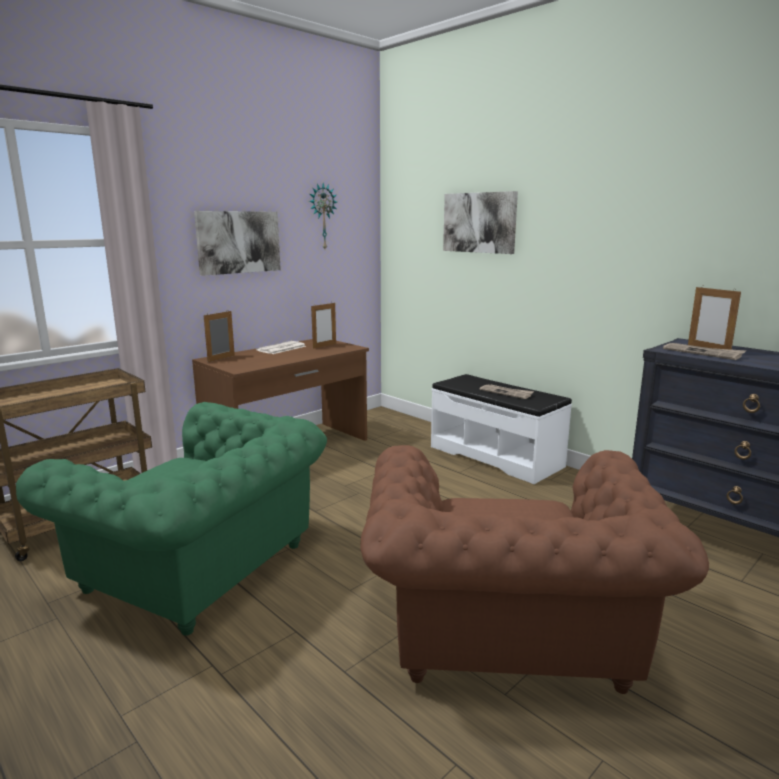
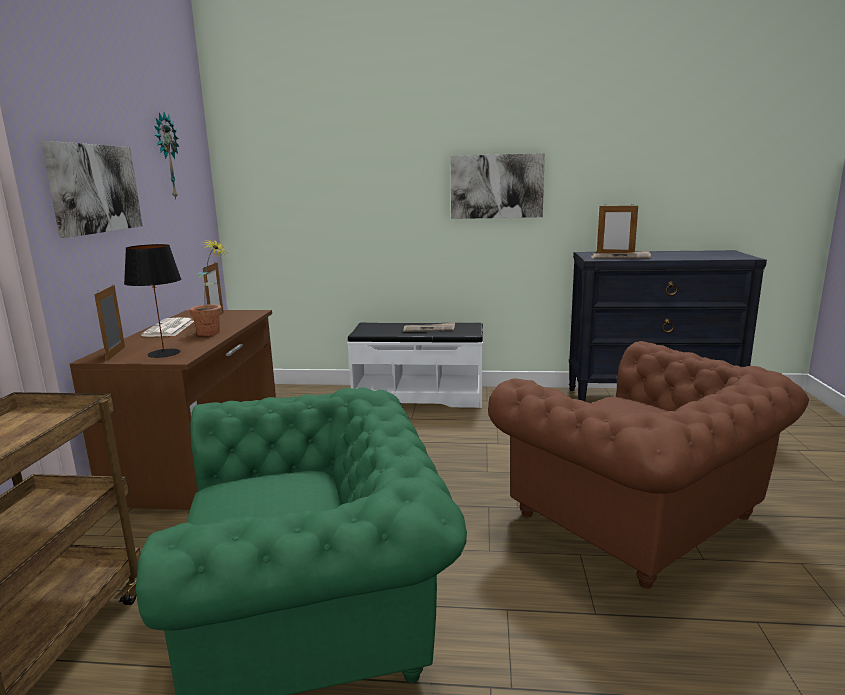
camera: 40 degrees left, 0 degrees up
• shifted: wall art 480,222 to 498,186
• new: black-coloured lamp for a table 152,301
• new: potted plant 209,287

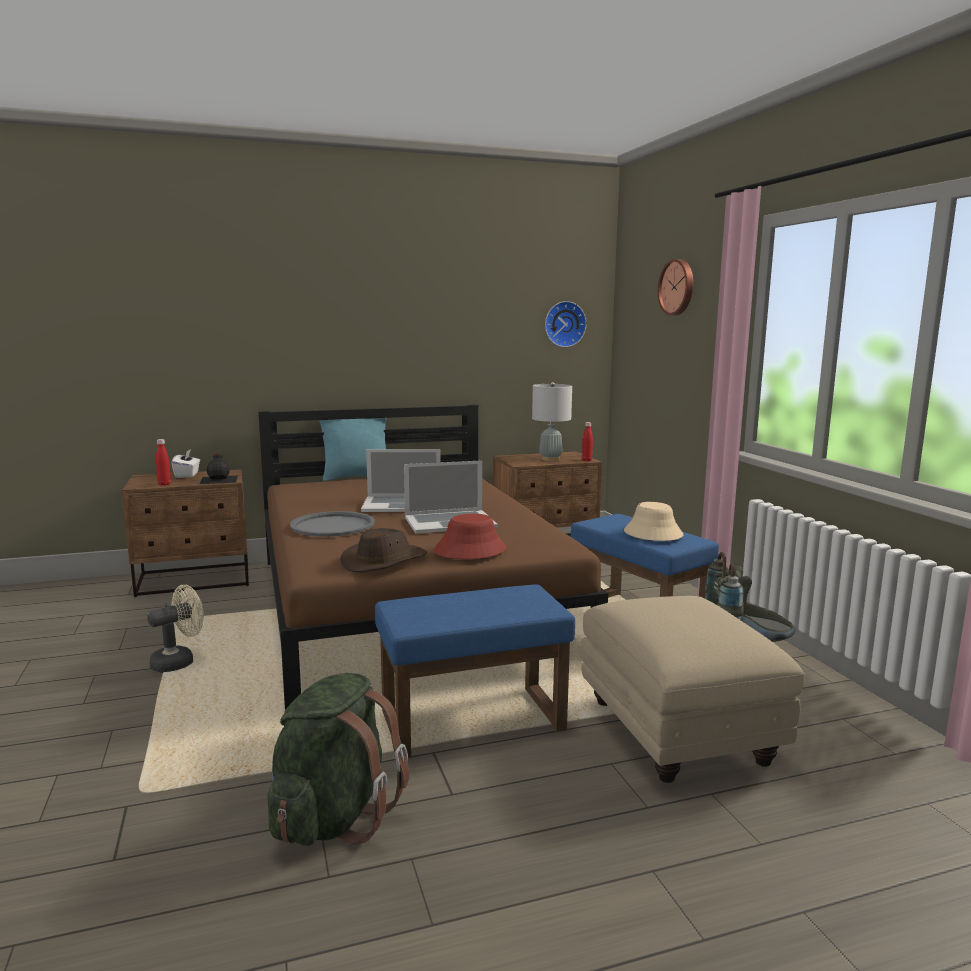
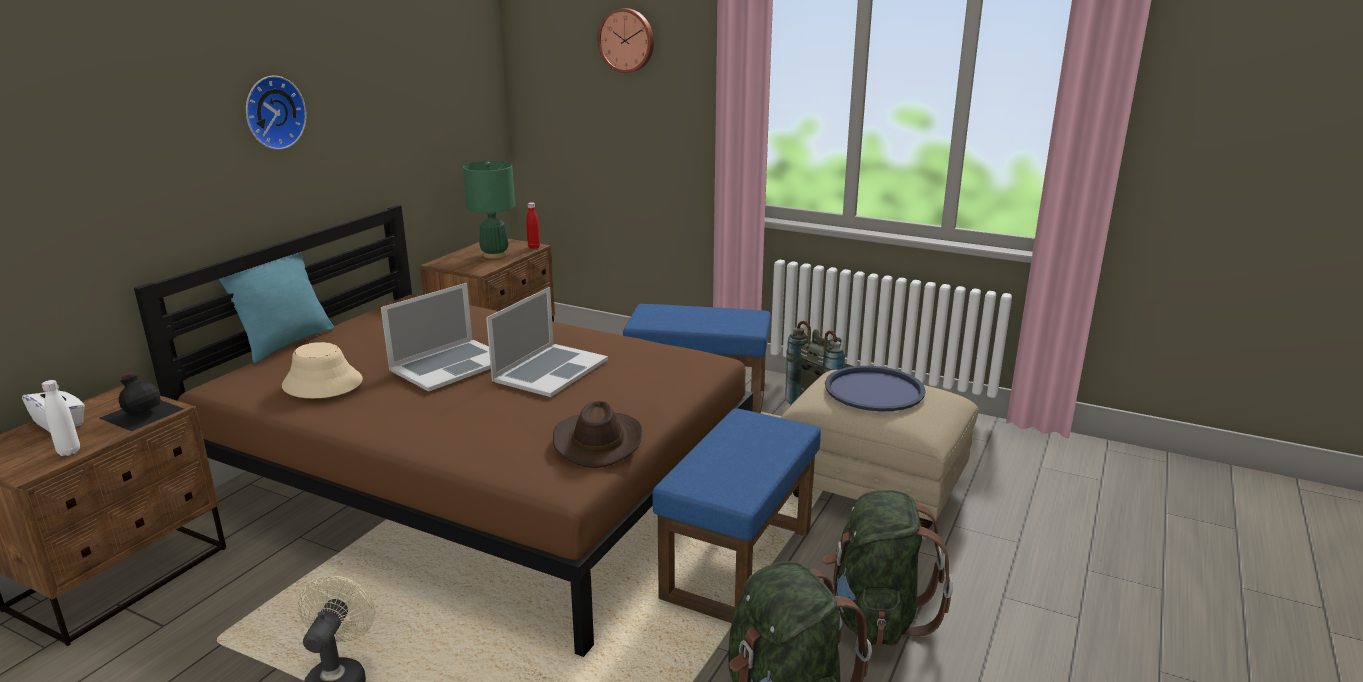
camera: 45 degrees left, 10 degrees up
• repainted: reddish drink bottle 163,462 to whitish drink bottle 60,418
• gone: grey tray 332,523
• gone: reddish hat 469,536
• repainted: grey lamp for a table 552,421 to green-coloured lamp for a table 489,210
• shifted: clock on the wall 566,324 to 276,113
• shifted: beige-coloured hat 653,521 to 322,370
• new: green-coloured knapsack 888,568
• new: blue tray 875,388

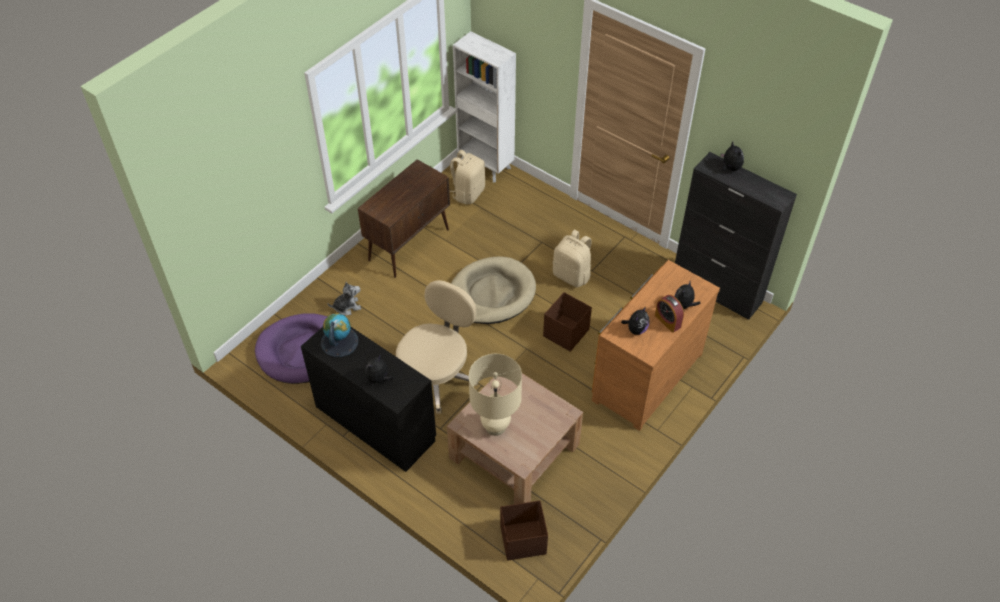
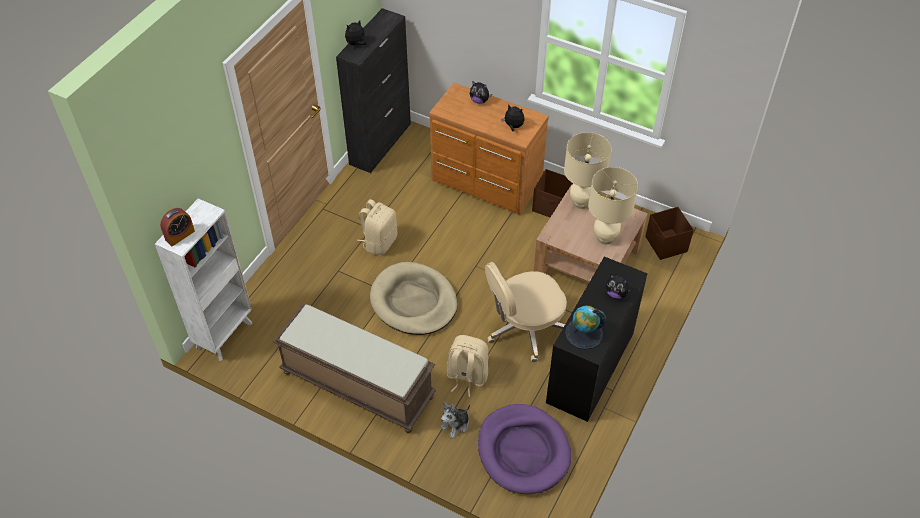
camera: 100 degrees left, 0 degrees up
• rotated: soft toy 344,298 = 455,420 105 degrees counterclockwise
• swapped: brownish cabinet 404,218 to brownish indoor bench 354,368
• rotated: beige-coloured computer chair 437,347 = 526,312 45 degrees counterclockwise
• shifted: beige-coloured knapsack 467,177 to 468,366
• shifted: brownish storage box 567,322 to 552,193
• shifted: table clock 669,314 to 177,227
• new: beige-coloured lamp for a table 588,170

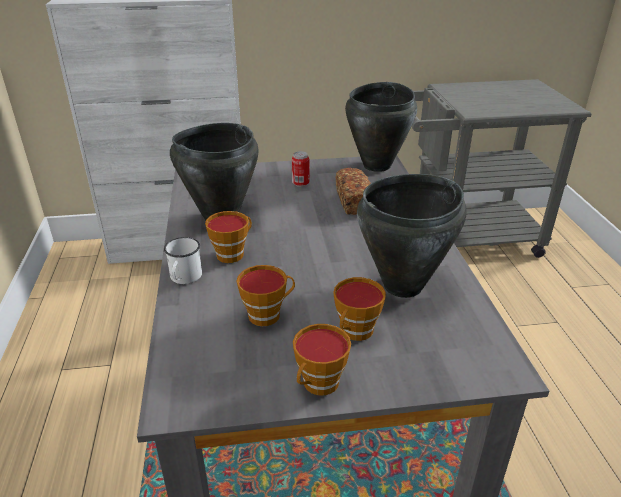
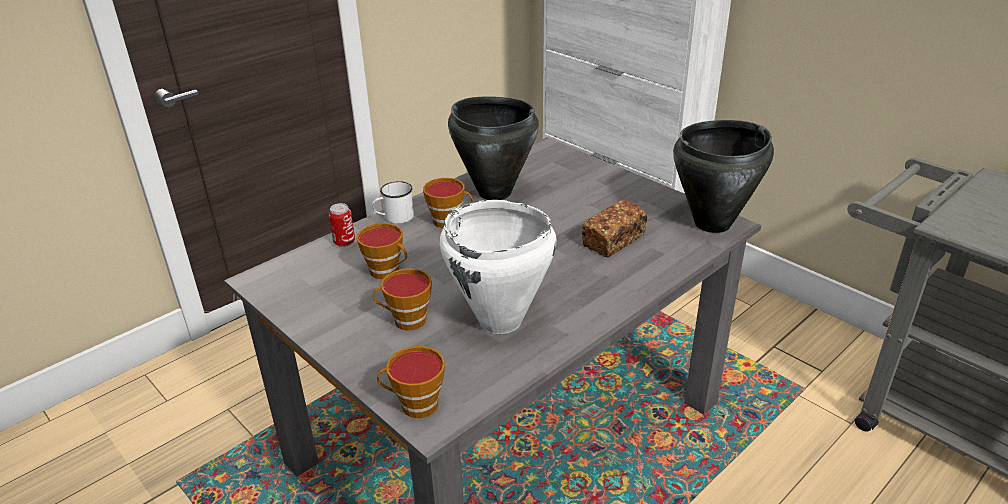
camera: 55 degrees right, 0 degrees up
• shifted: metal can 300,169 to 342,225
• shifted: drinking cup 322,360 to 411,382
• repainted: black-coloured saucepot 411,236 to whitish saucepot 498,267

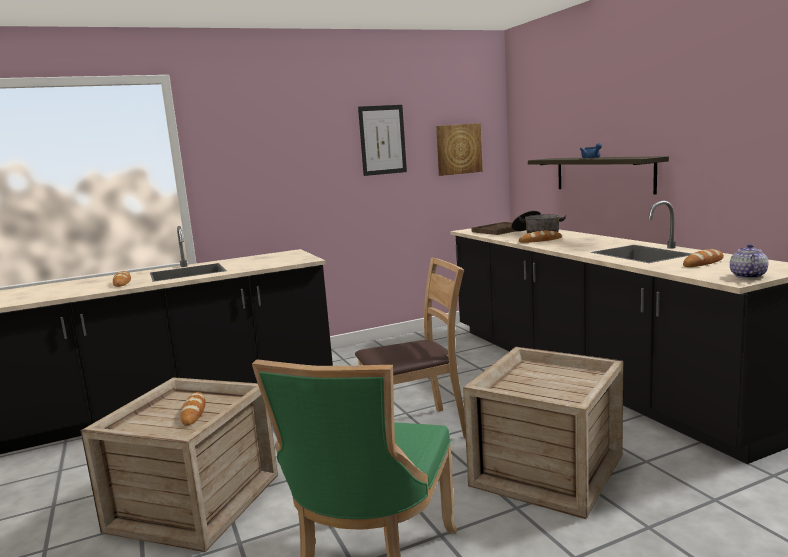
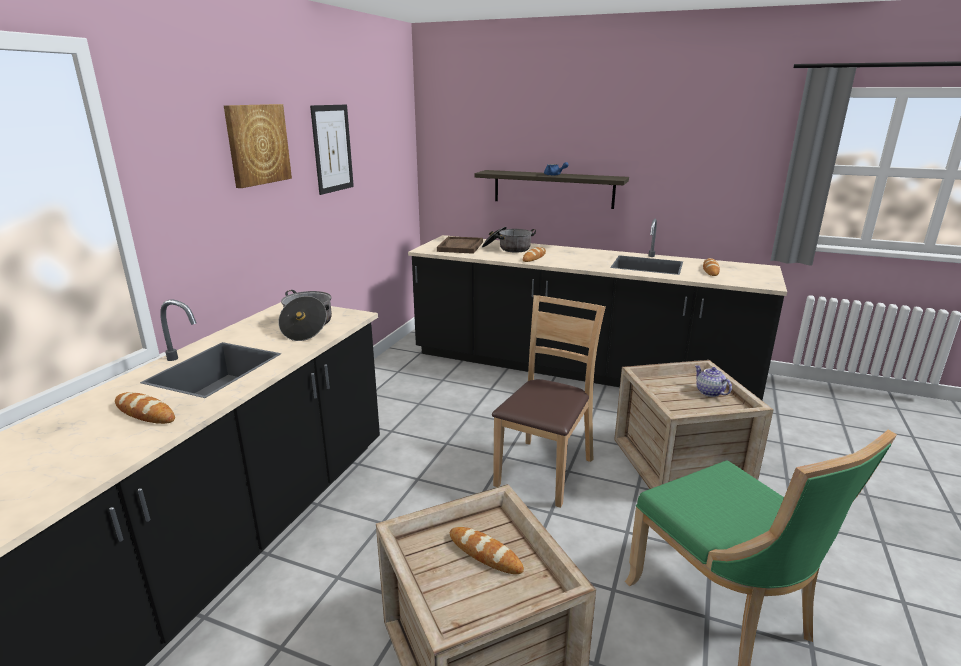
camera: 45 degrees left, 10 degrees up
• shifted: wall art 459,149 to 258,146
• shifted: teapot 749,261 to 713,381
• new: saucepot 305,315

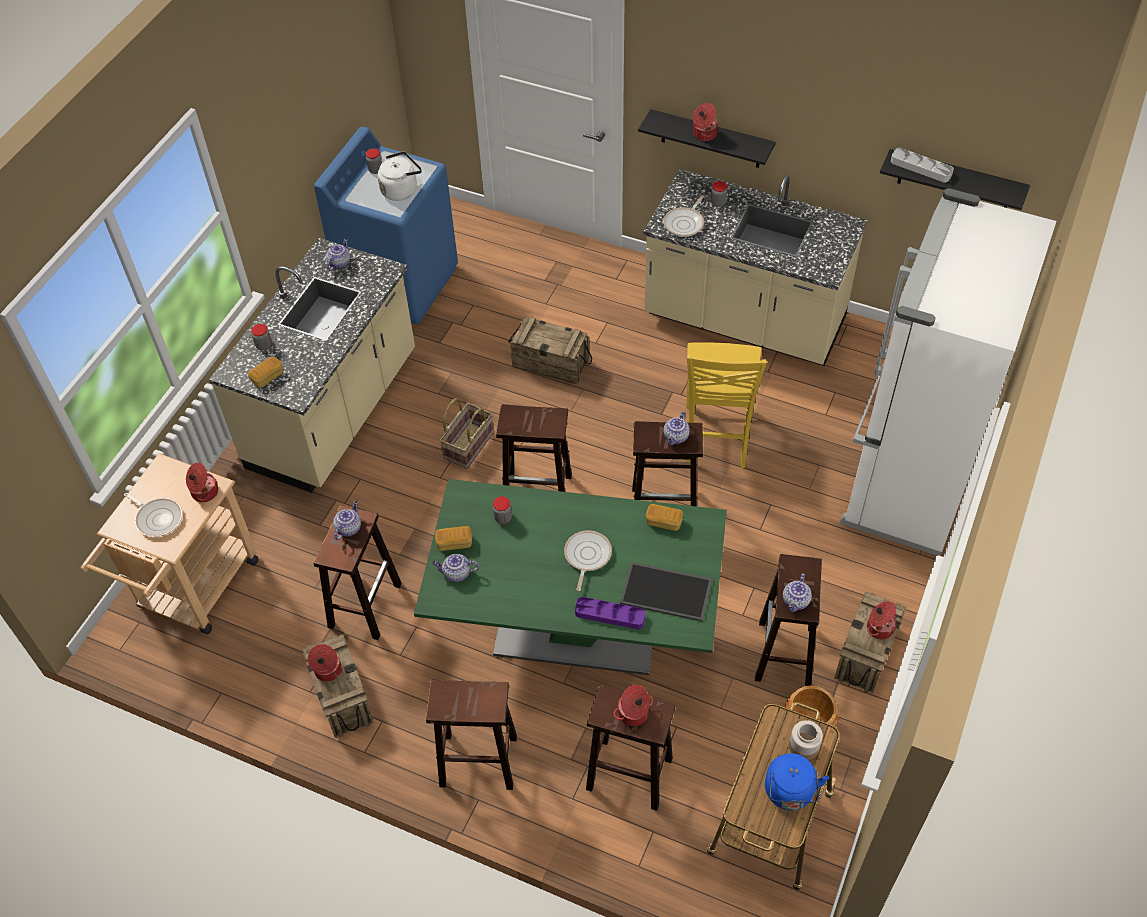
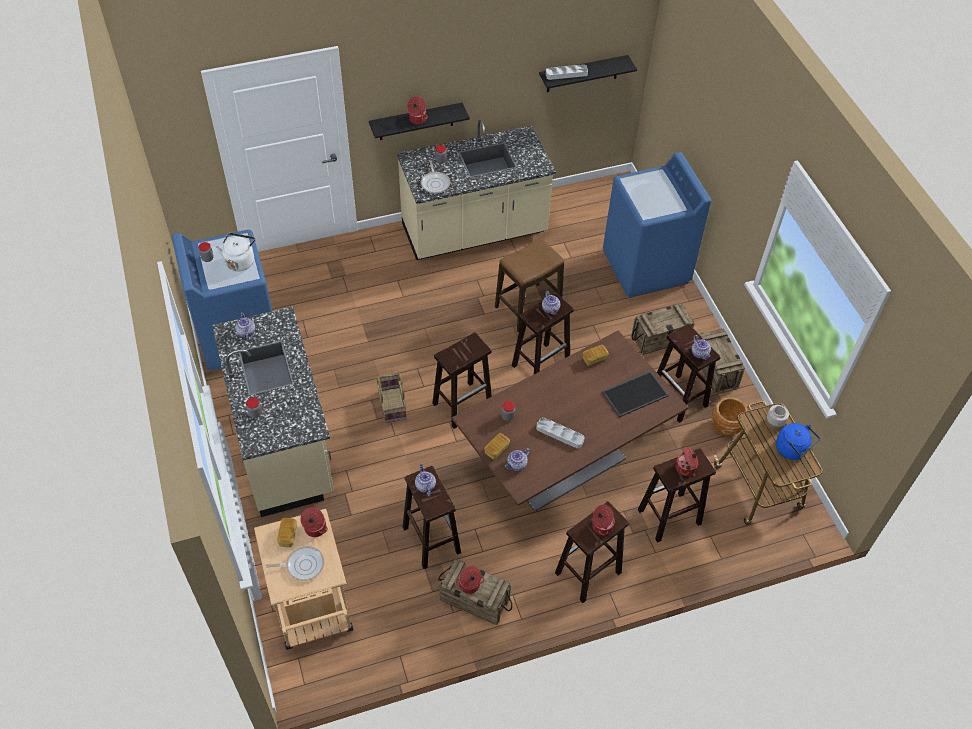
camera: 45 degrees left, 0 degrees up
• shifted: baked bread 265,372 to 287,532
• repainted: green-coloured kitchen table 570,577 to brownish kitchen table 570,421
• shifted: crate 550,350 to 663,329
• gone: frying pan 588,560
• gone: purple-coloured tray 610,613
• swapped: yellow-coloured upright chair 726,405 to stool 529,285
• swapped: whitish refrigerator 948,372 to blue laundry machine 657,225
• shifted: saucepot 882,620 to 604,520
• new: grey tray 560,432

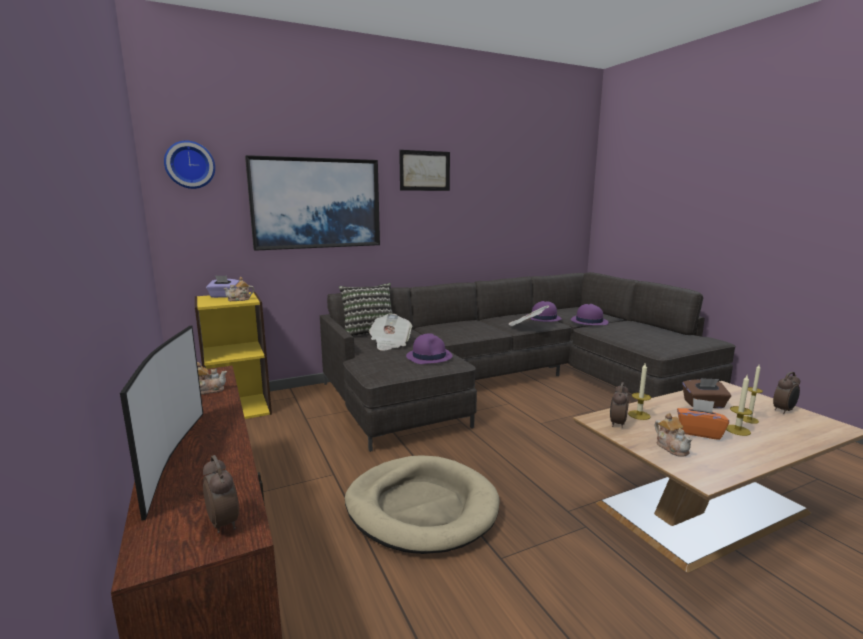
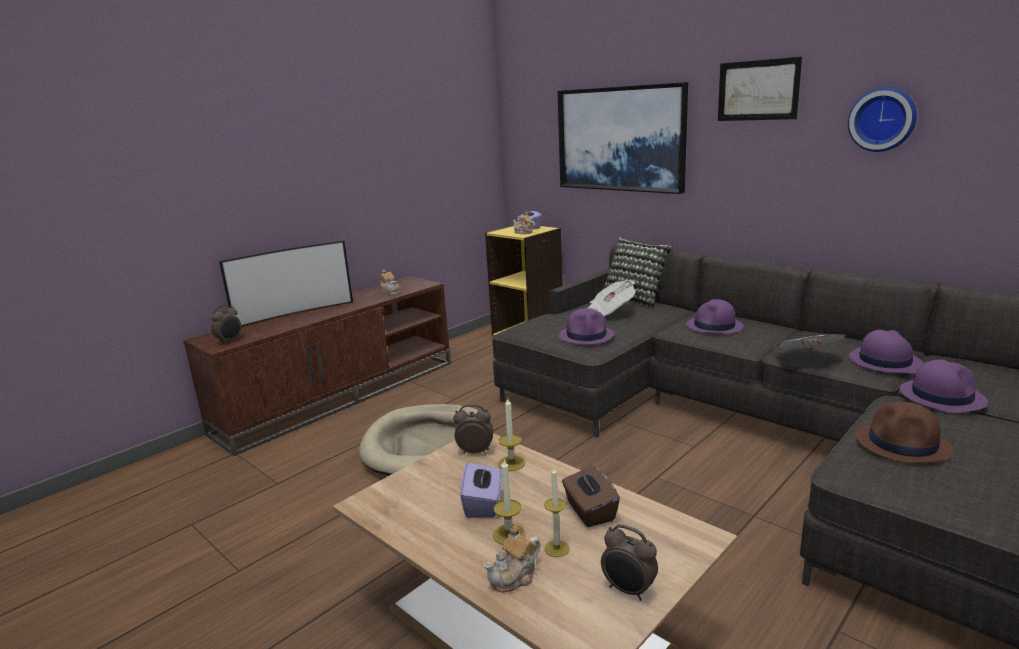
camera: 70 degrees right, 5 degrees up
• shifted: clock on the wall 189,165 to 882,119
• shifted: teapot 673,435 to 512,559
• repainted: orangey box of tissues 703,419 to purple-coloured box of tissues 481,490
• new: purple-coloured hat 714,316
• new: brownish hat 904,432

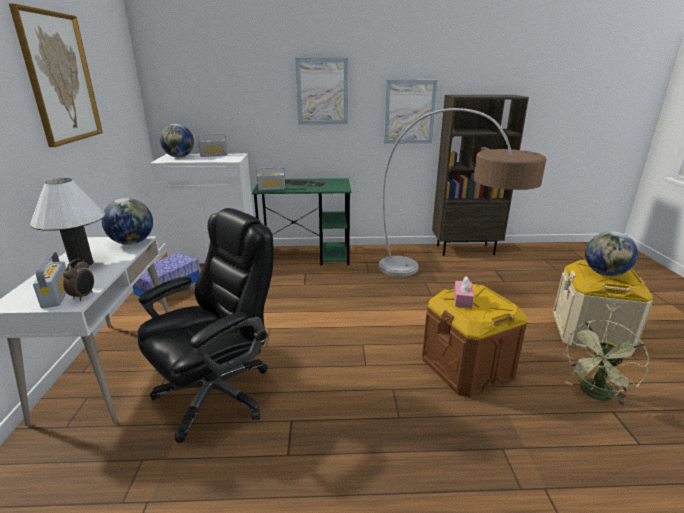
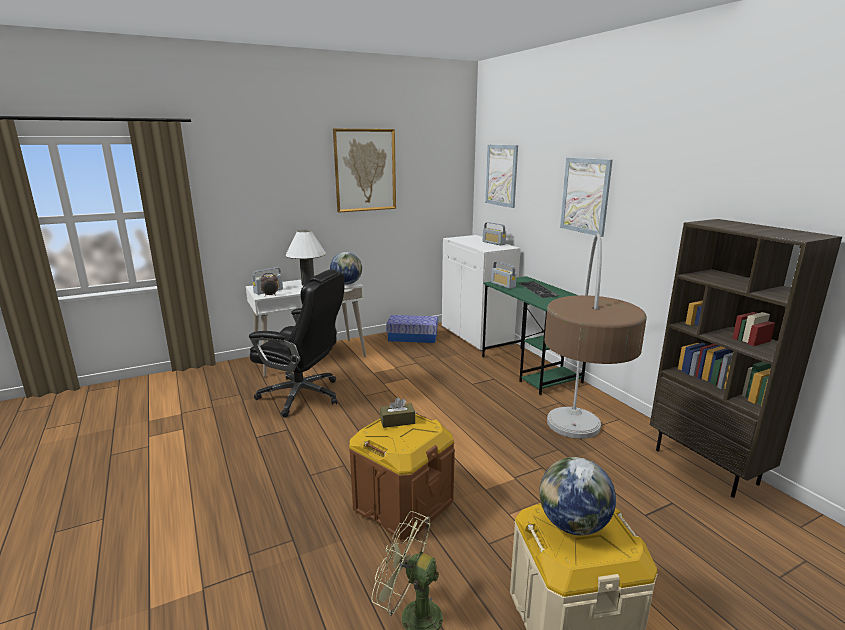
camera: 65 degrees right, 5 degrees down
• gone: desk globe 177,140
• shifted: wall art 410,112 to 501,176
• repainted: pink box of tissues 464,292 to brownish box of tissues 397,412

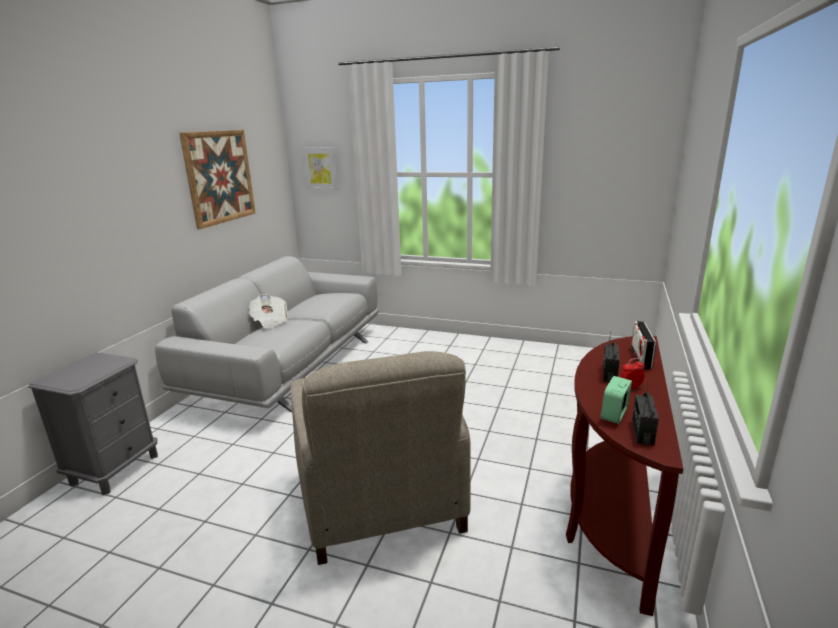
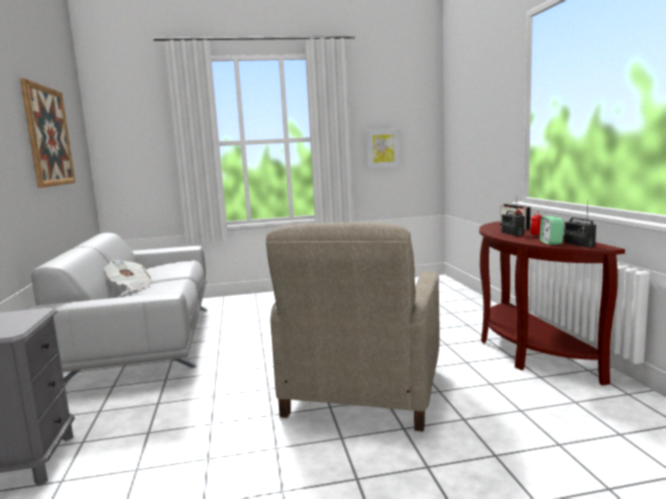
camera: 30 degrees left, 10 degrees down
• rotated: beige-coloured armchair 381,458 = 353,326 60 degrees clockwise
• shifted: wall art 320,168 to 383,148

